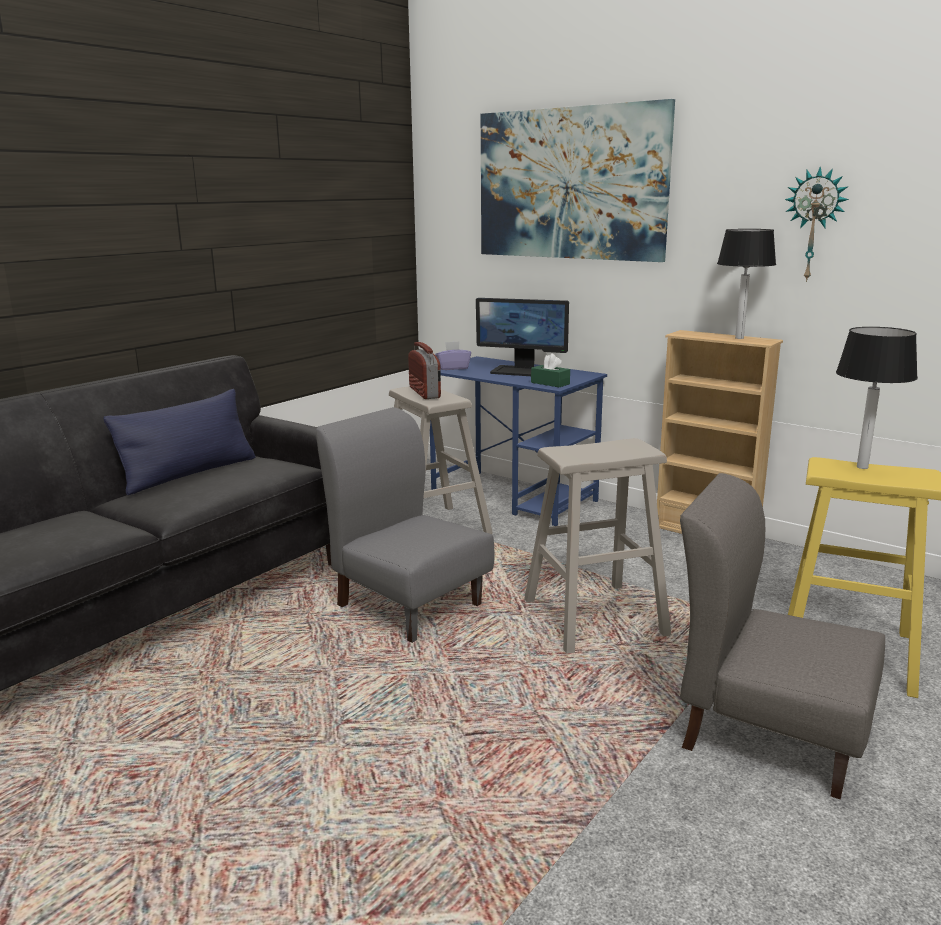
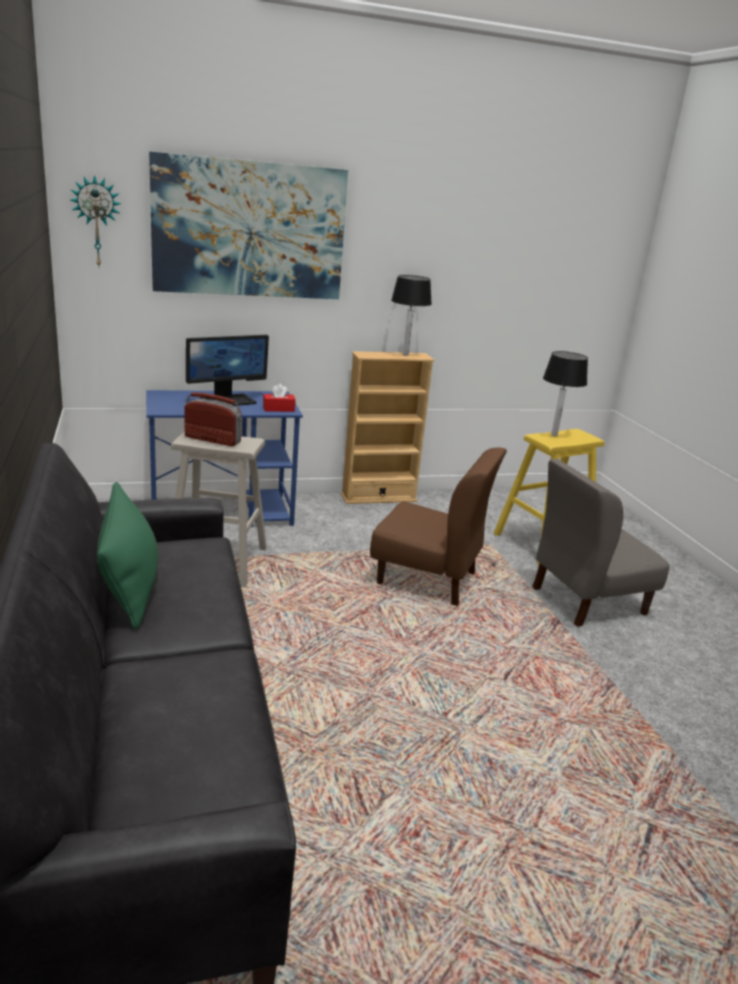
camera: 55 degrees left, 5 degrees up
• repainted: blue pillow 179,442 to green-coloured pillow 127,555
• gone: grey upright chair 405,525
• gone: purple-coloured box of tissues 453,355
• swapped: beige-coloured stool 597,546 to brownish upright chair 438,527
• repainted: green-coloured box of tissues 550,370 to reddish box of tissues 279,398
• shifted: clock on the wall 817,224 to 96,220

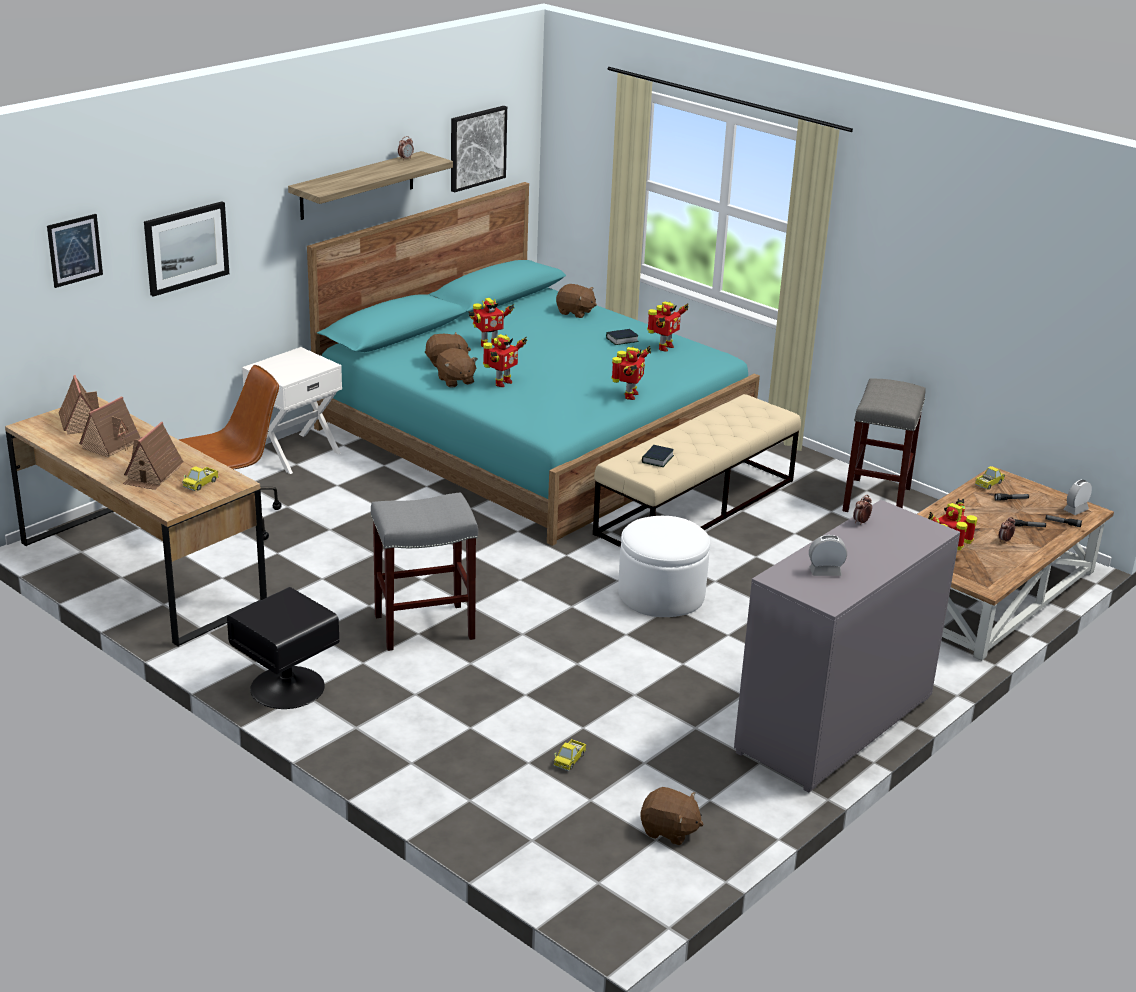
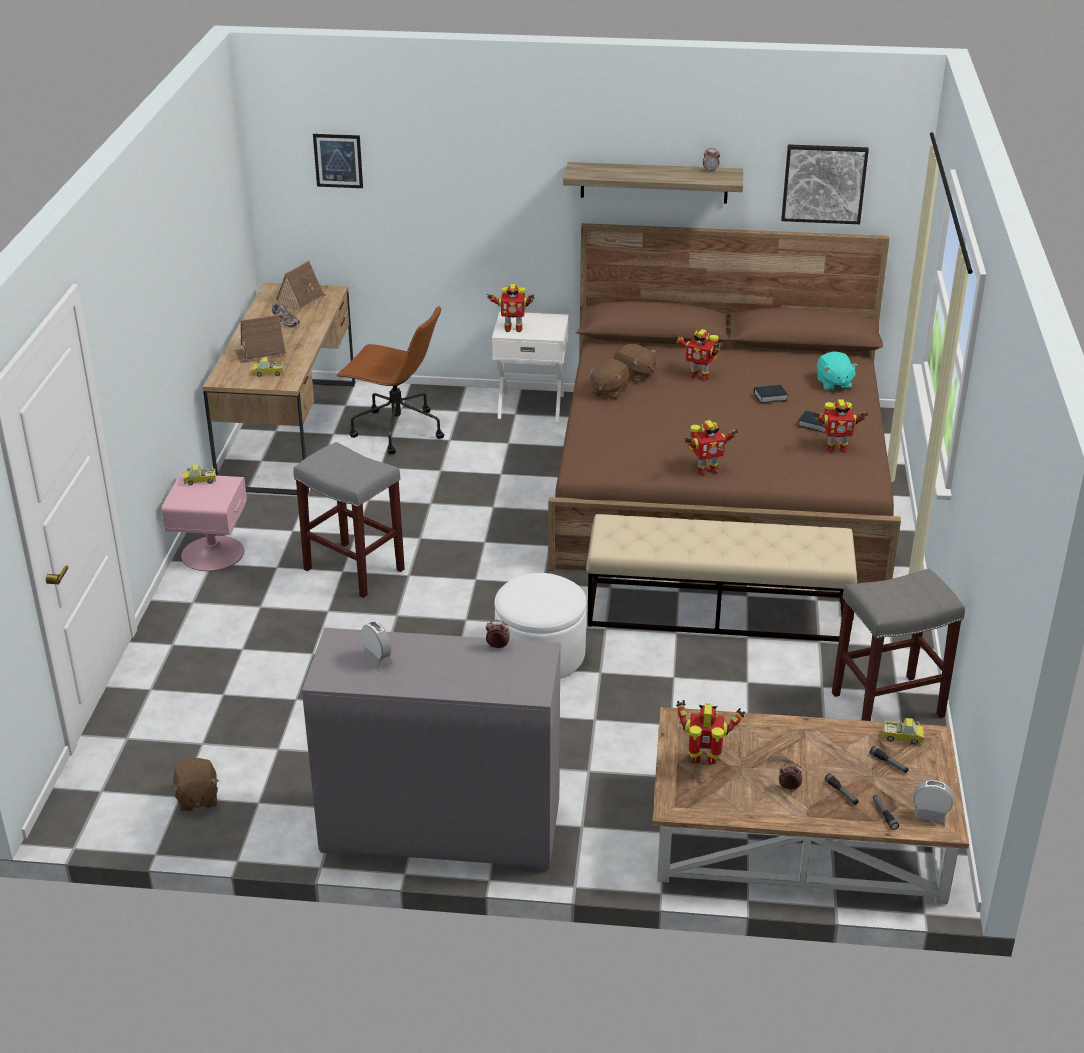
camera: 55 degrees right, 5 degrees up
• swapped: miniature house 110,426 to shoe 285,315
• gone: wall art 186,249
• repainted: black-coloured night table 283,648 to pink night table 204,522
• repainted: blue-green bed 533,364 to brownish bed 724,403
• shifted: toy robot 505,360 to 510,308
• shifted: toy lorry 569,755 to 199,474
• repainted: brownish soft toy 576,301 to blue-green soft toy 837,371
• shifted: volume 658,456 to 771,394

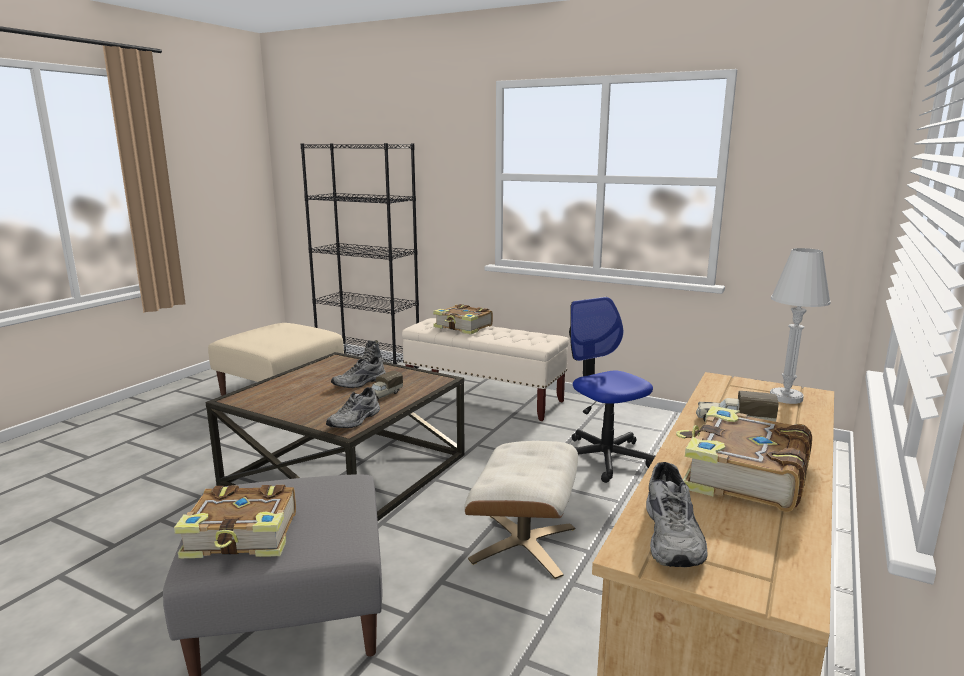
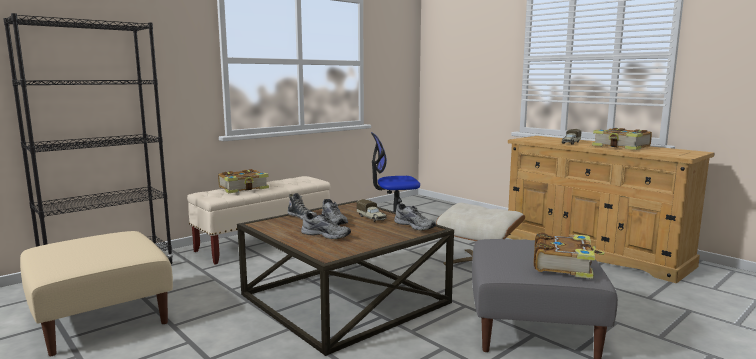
camera: 70 degrees left, 5 degrees down
• shifted: grey shoe 677,514 to 326,226
• gone: whitish lamp for a table 800,326

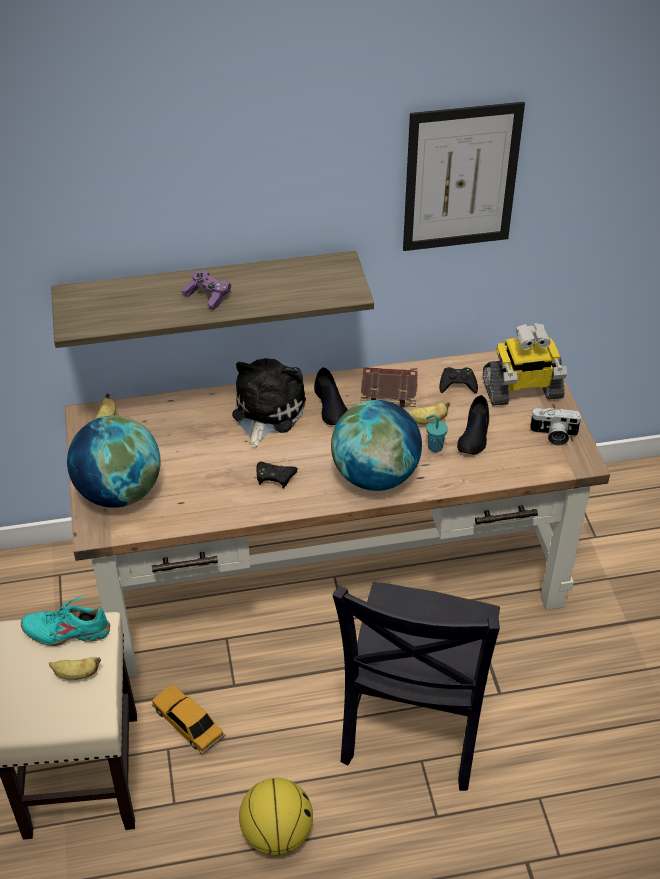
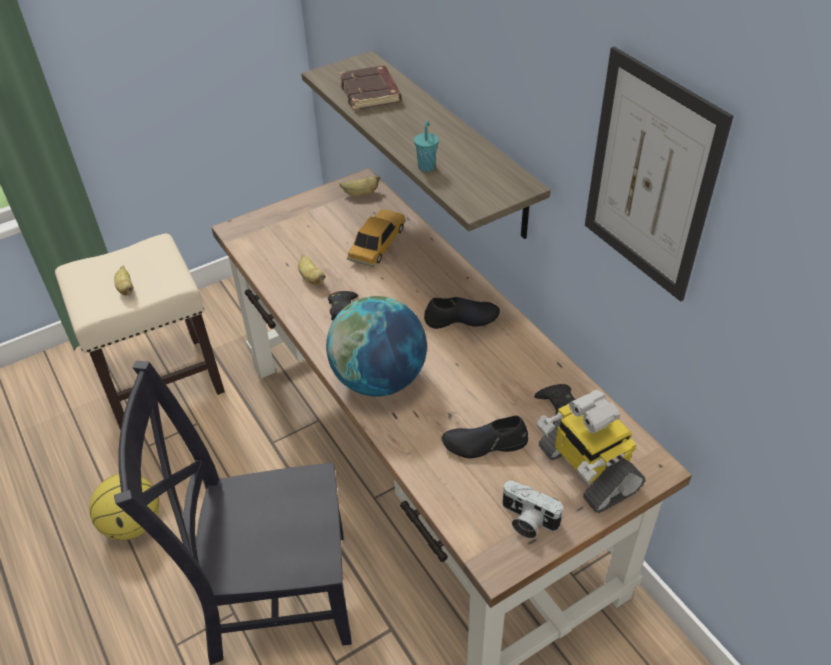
camera: 70 degrees right, 0 degrees up
• gone: blue-green shoe 65,620
• gone: desk globe 114,461
• shifted: model car 188,720 to 376,238
• gone: purple-coloured gamepad 206,290
• gone: soft toy 269,403
• rotated: black-coloured shoe 331,396 = 462,313 150 degrees counterclockwise
• shifted: brownish volume 389,387 to 370,88
• shifted: banana 428,413 to 312,269
• shifted: blue-green drinking cup 437,433 to 426,146
• rotated: photo camera 556,426 = 533,509 45 degrees counterclockwise

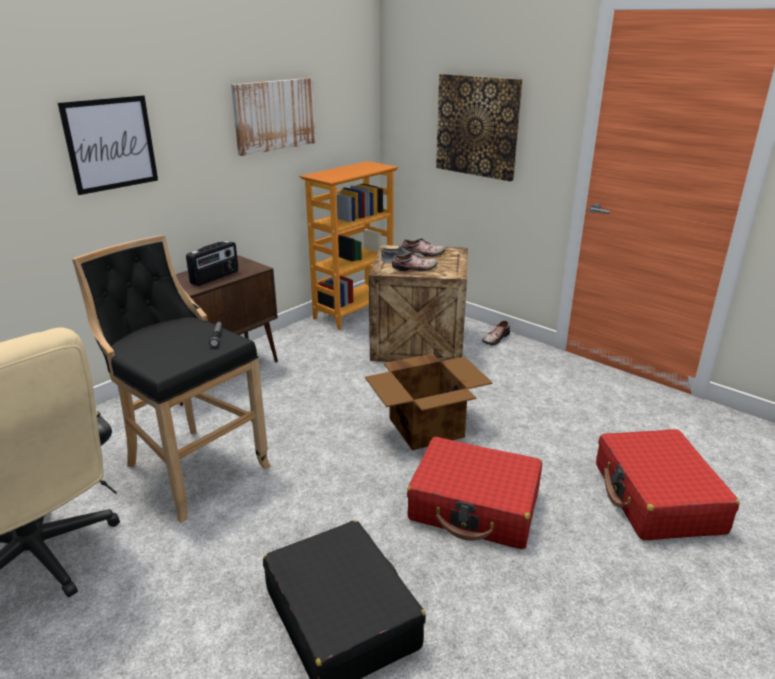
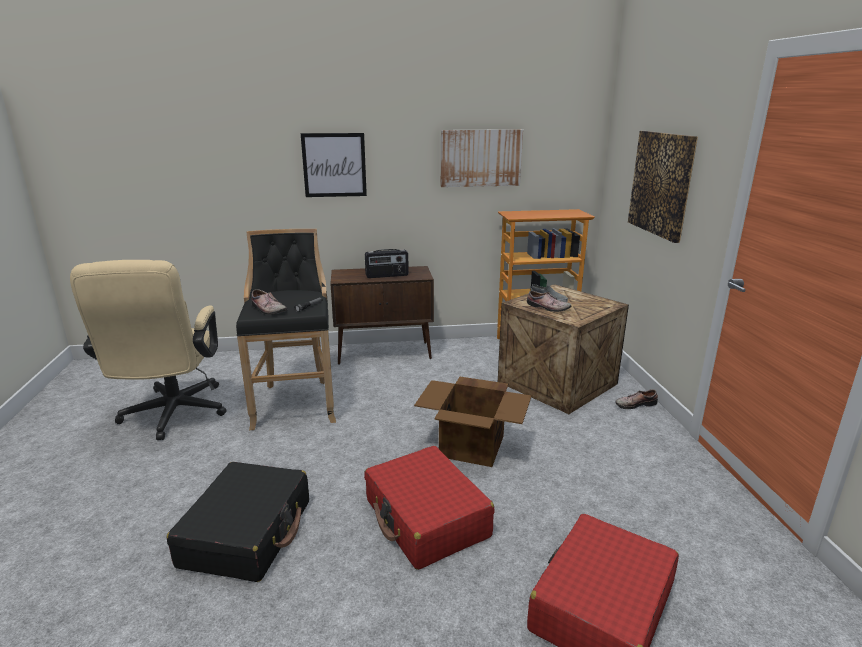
camera: 40 degrees right, 5 degrees down
• shifted: shoe 423,247 to 269,302

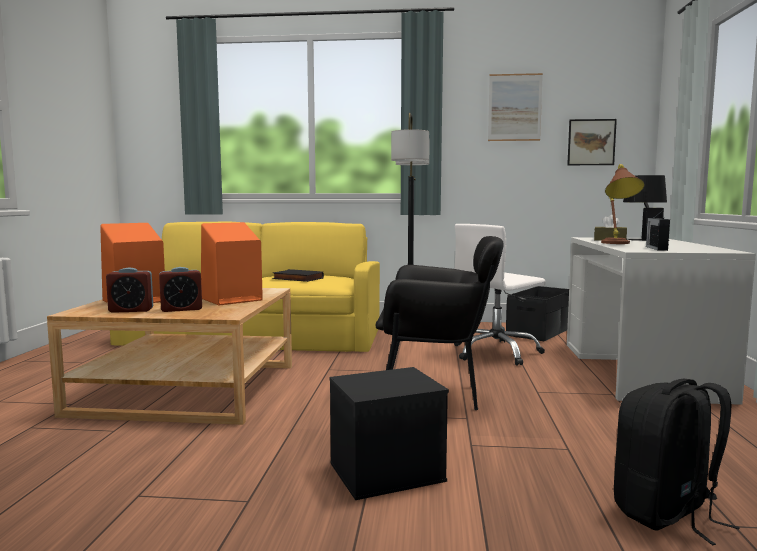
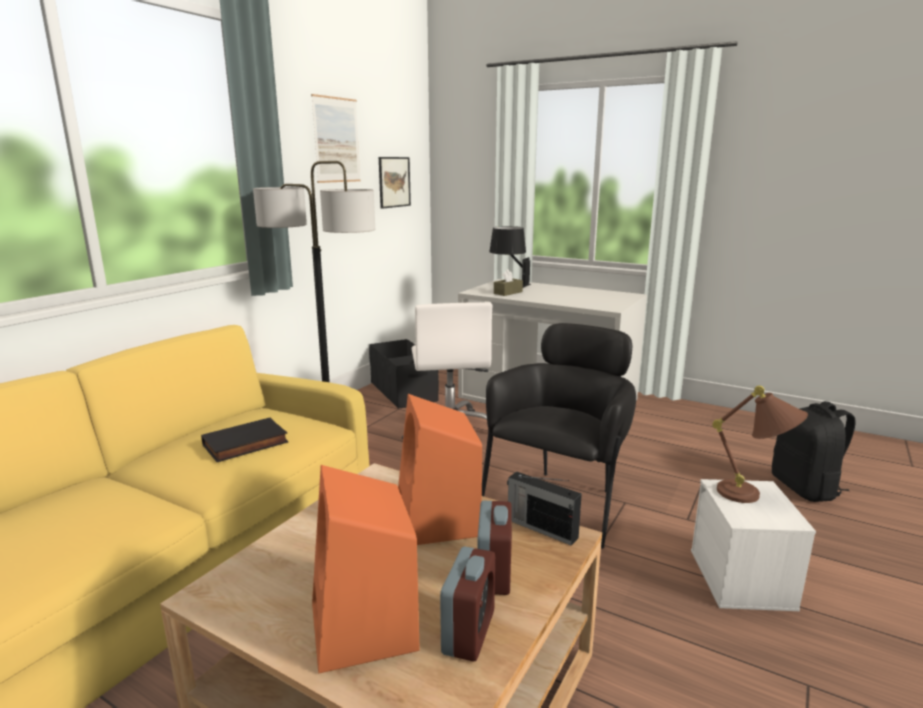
camera: 65 degrees left, 10 degrees up
• repainted: black-coloured storage box 389,433 to whitish storage box 753,545
• shifted: brownish lamp for a table 623,204 to 760,444
• shifted: radio set 658,231 to 544,508

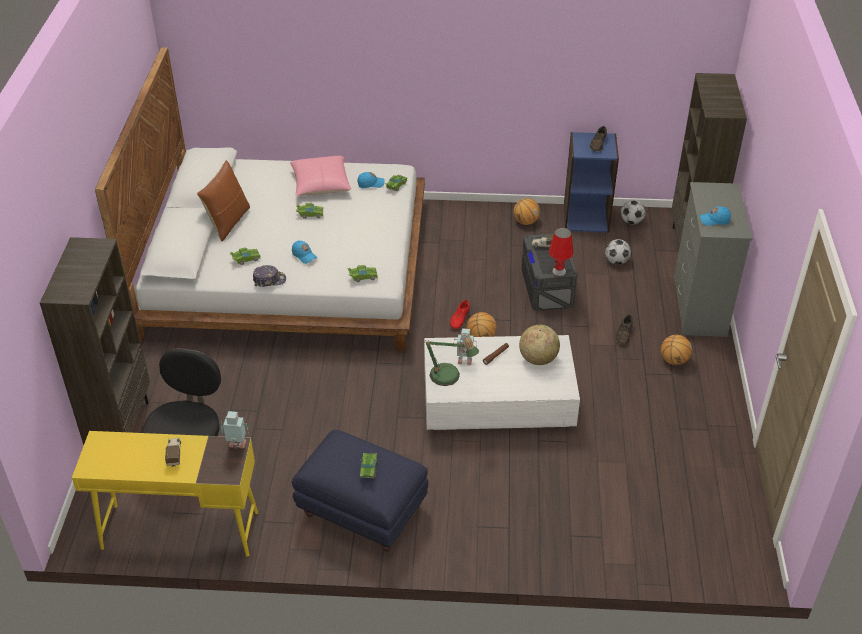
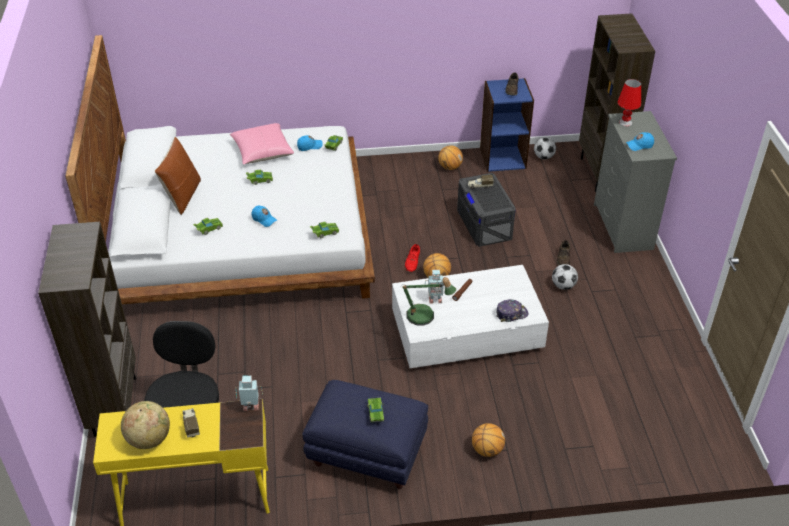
camera: 10 degrees left, 0 degrees up
• shifted: cap 269,276 to 512,310
• shifted: desk globe 539,345 to 145,425
• shifted: reddish lamp for a table 561,252 to 629,103
• shifted: football ball 618,252 to 565,277
• shifted: basketball ball 676,350 to 488,440

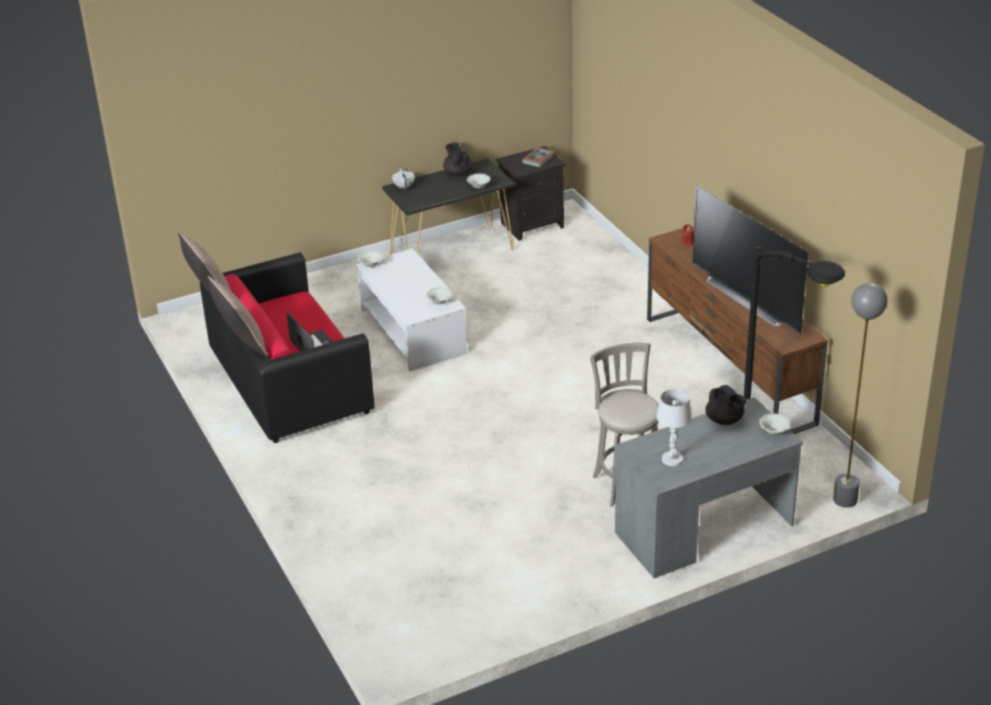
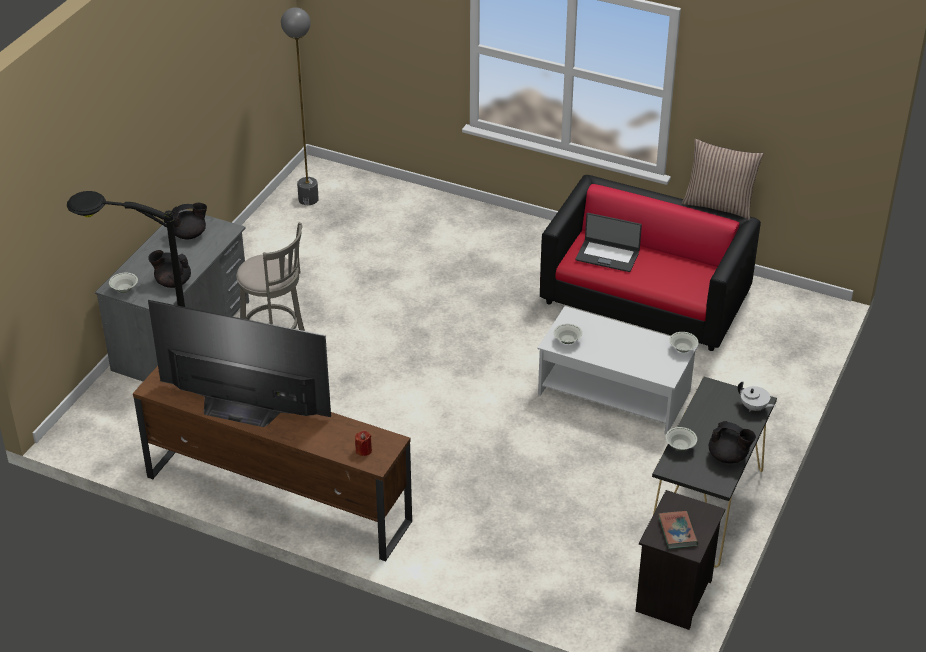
camera: 140 degrees right, 5 degrees up
• gone: pillow 237,316
• swapped: whitish lamp for a table 674,427 to black-coloured teapot 189,221
• shifted: grey standing lamp 860,395 to 300,106

